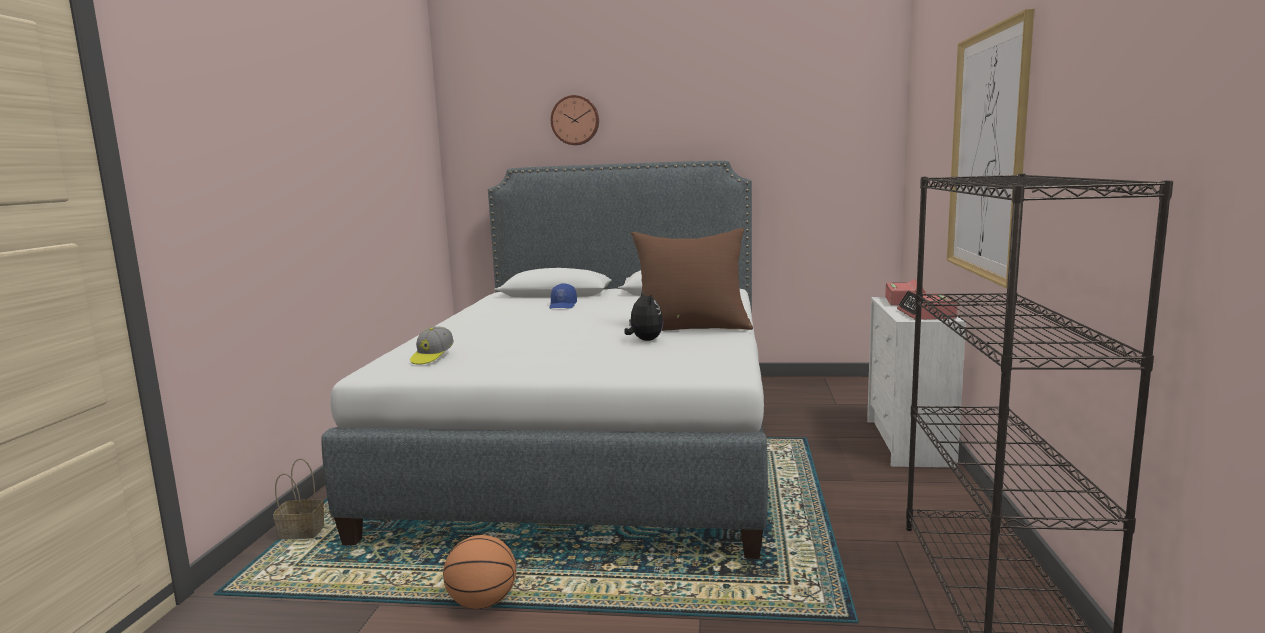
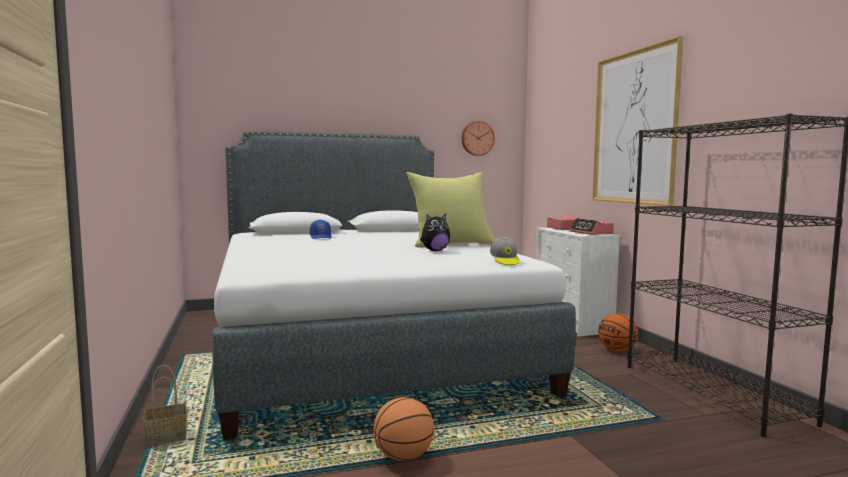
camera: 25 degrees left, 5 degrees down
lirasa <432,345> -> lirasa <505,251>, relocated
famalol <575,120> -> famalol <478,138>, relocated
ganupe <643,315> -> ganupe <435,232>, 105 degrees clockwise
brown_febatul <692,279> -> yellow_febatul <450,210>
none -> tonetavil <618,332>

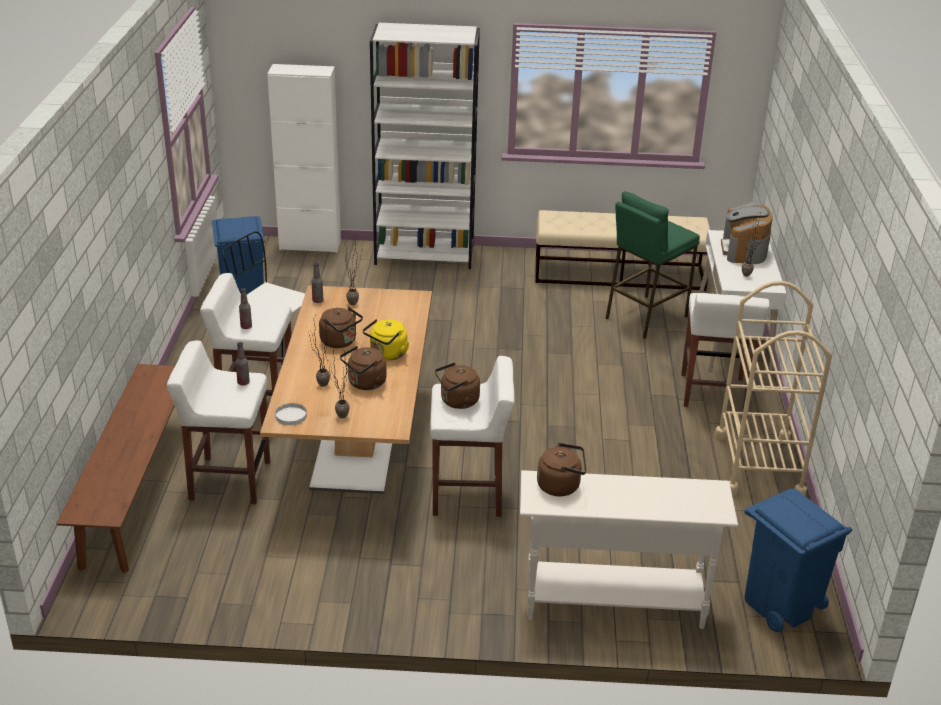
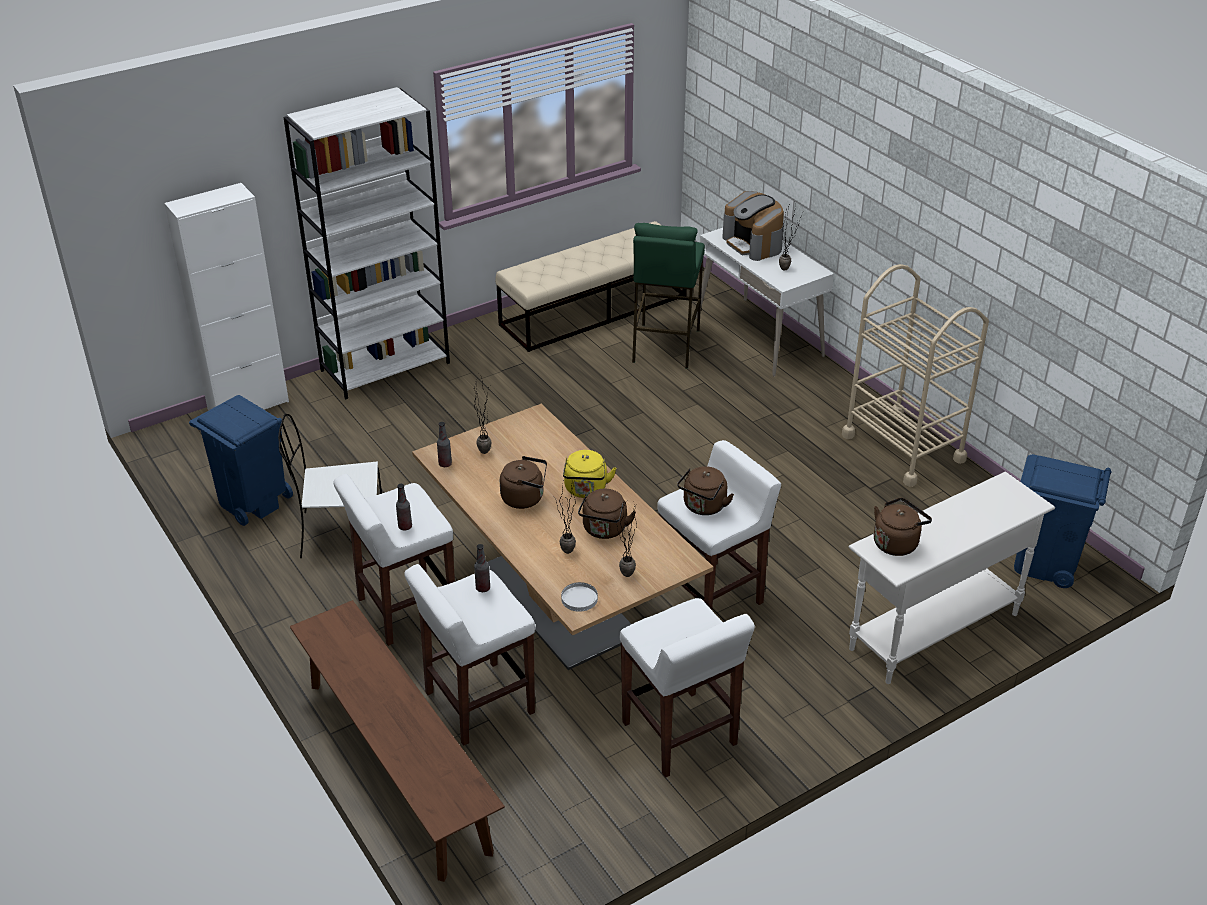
camera: 35 degrees left, 5 degrees up
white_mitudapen <725,351> -> white_mitudapen <687,688>, relocated

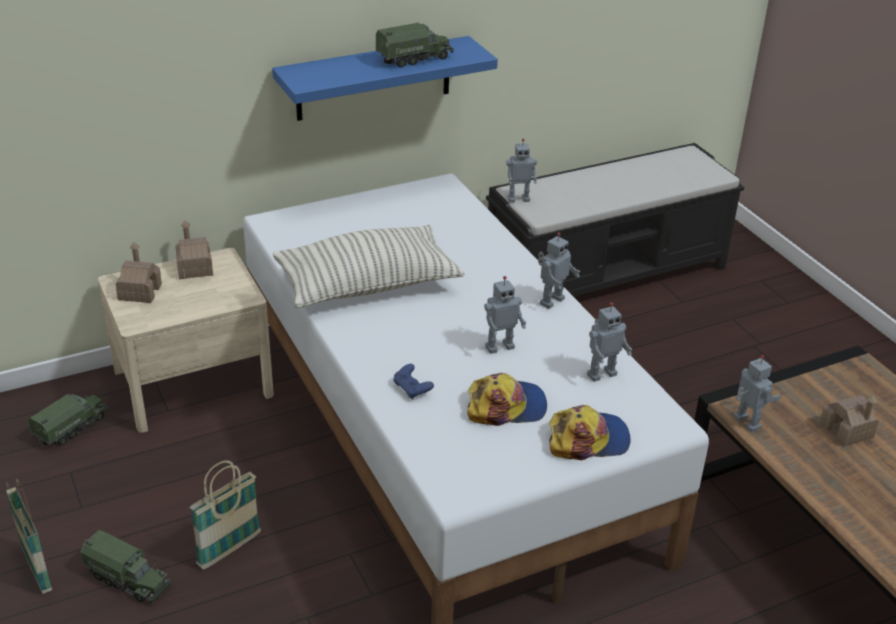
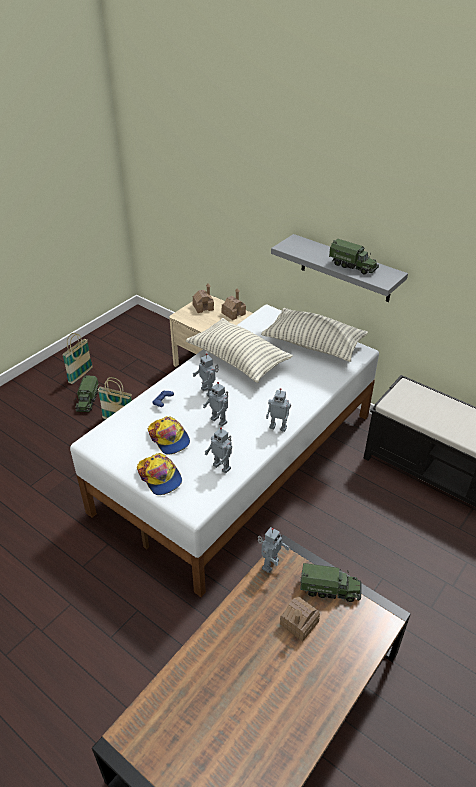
camera: 65 degrees right, 5 degrees up
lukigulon <68,420> -> lukigulon <331,582>, relocated
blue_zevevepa <385,78> -> grey_zevevepa <339,268>
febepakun <521,171> -> febepakun <206,375>, relocated
none -> febatul <314,335>

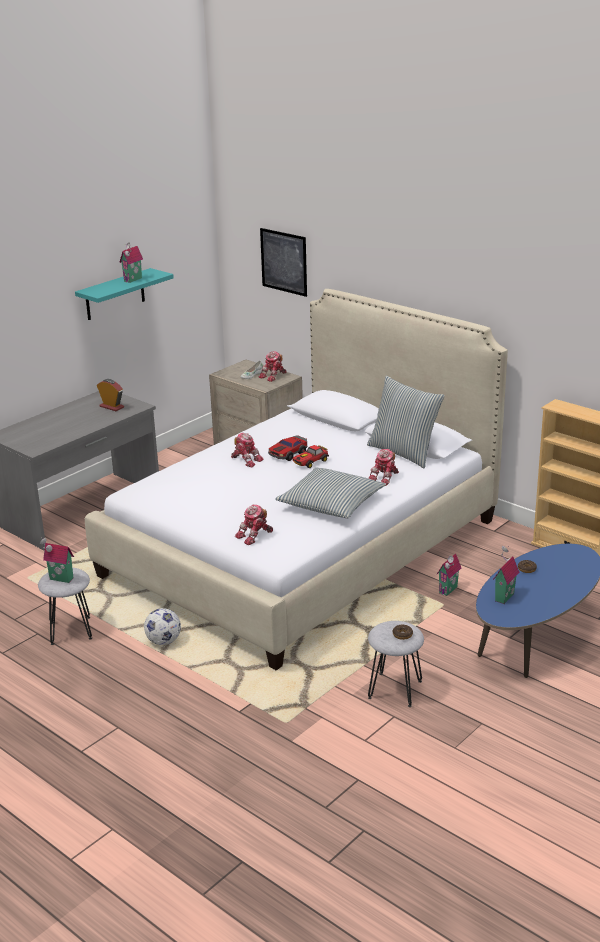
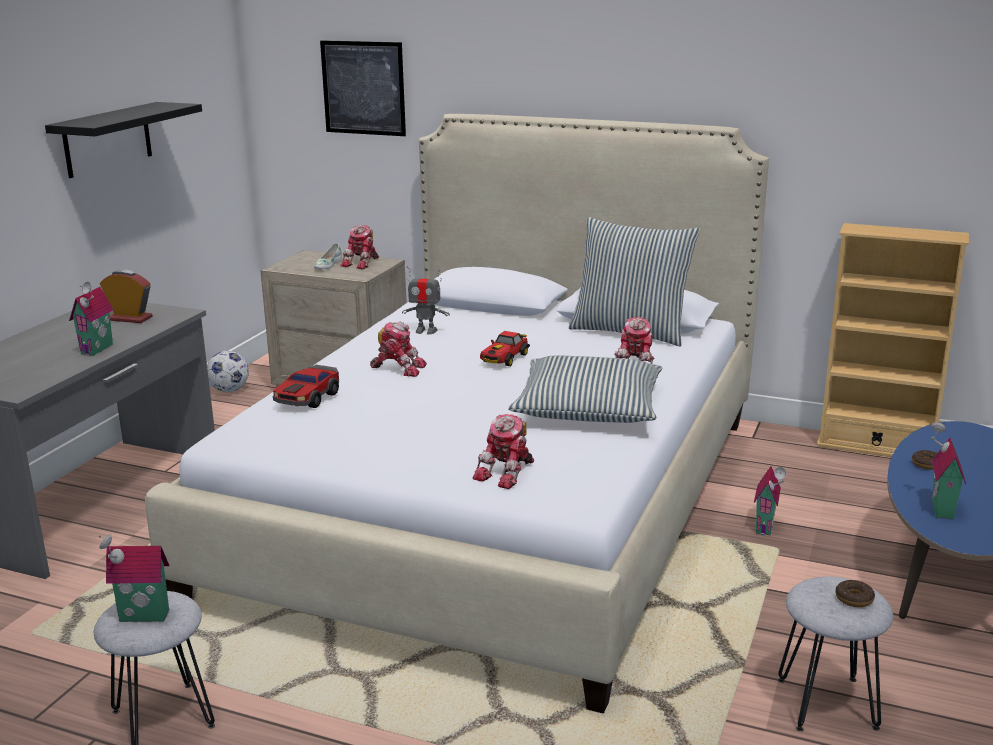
camera: 20 degrees left, 5 degrees down
turquoise_zevevepa <124,294> -> black_zevevepa <123,140>
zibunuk <131,262> -> zibunuk <91,318>, relocated
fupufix <162,626> -> fupufix <228,371>, relocated
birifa <287,448> -> birifa <306,386>, relocated
none -> febepakun <426,300>

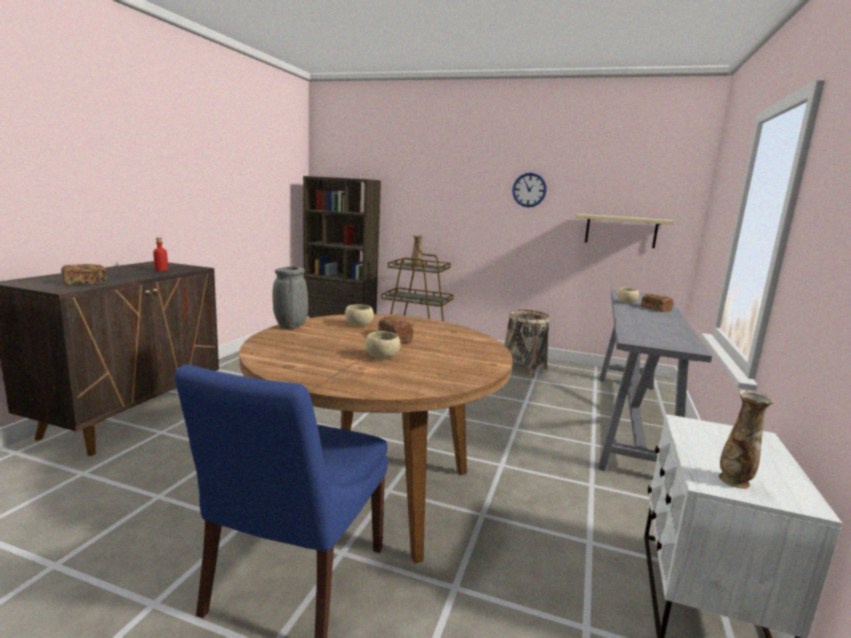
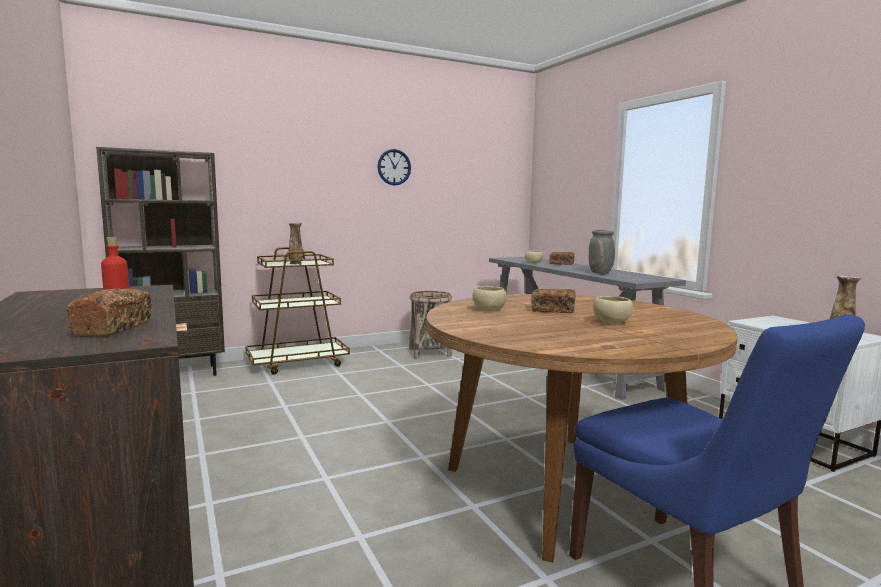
camera: 45 degrees left, 5 degrees down
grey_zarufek <290,297> -> grey_zarufek <602,252>, relocated
beige_zevevepa <625,231> -> none

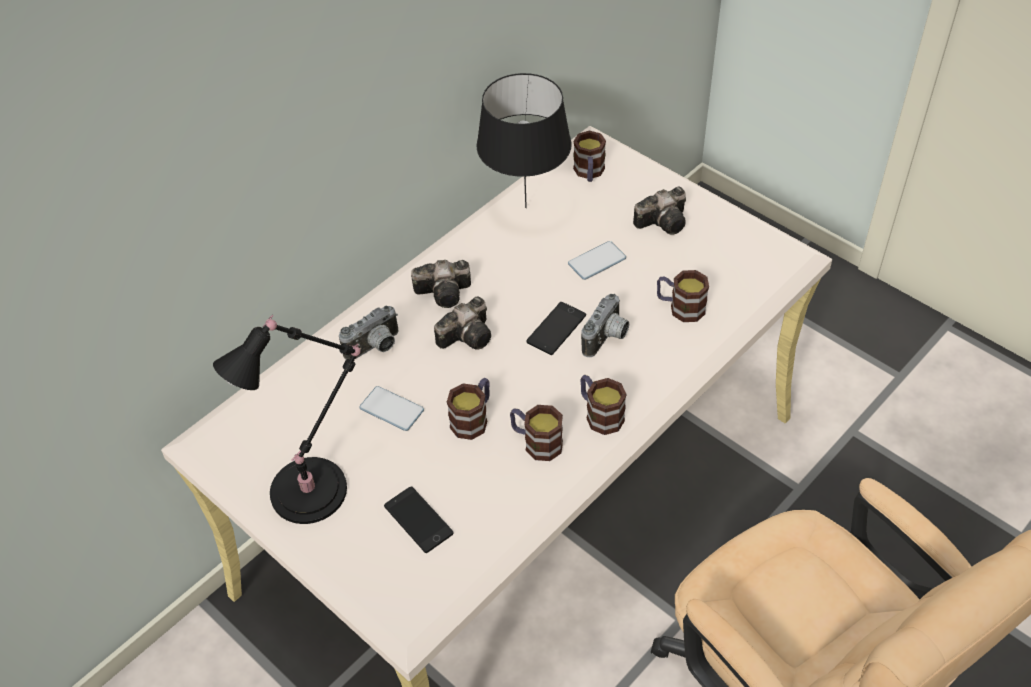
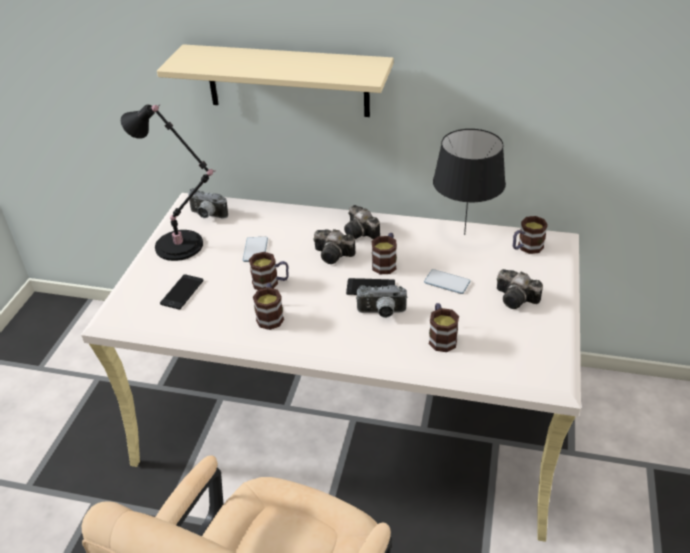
camera: 60 degrees right, 10 degrees down
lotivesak <369,332> -> lotivesak <208,203>, relocated
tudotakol <603,405> -> tudotakol <384,253>, relocated
none -> beige_zevevepa <275,80>

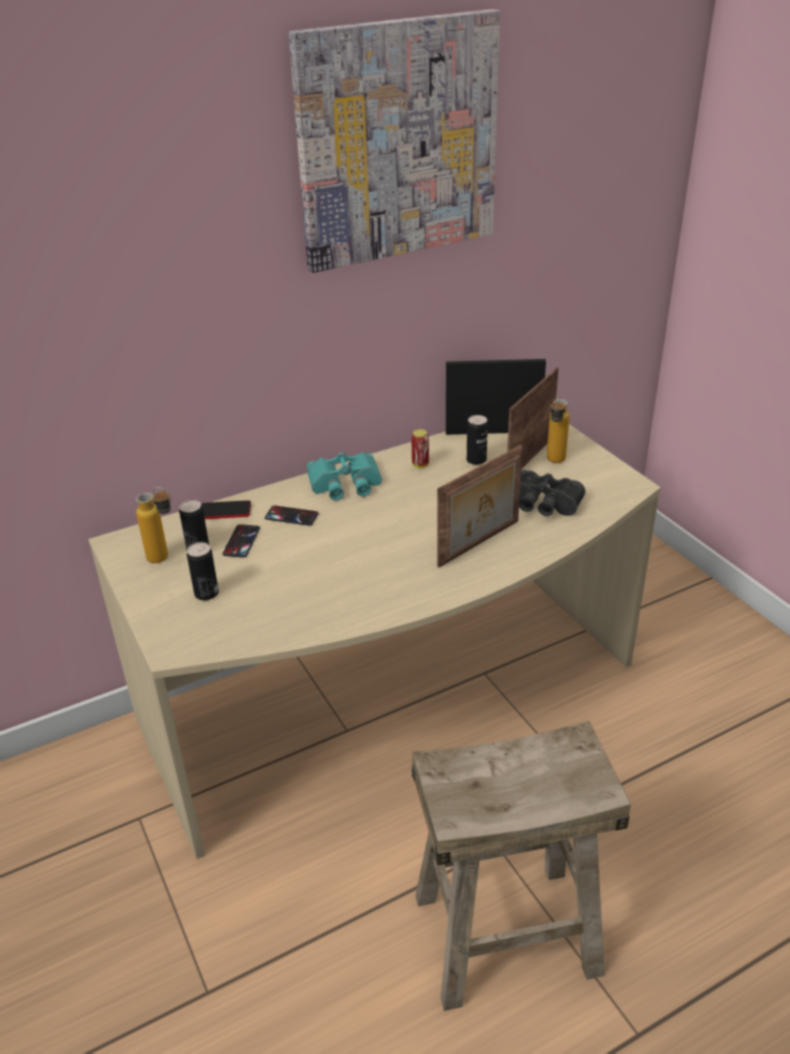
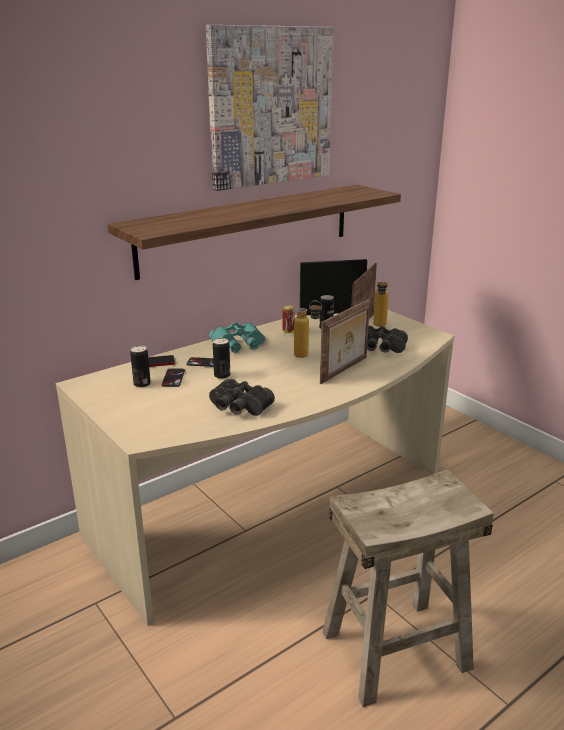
camera: 10 degrees left, 10 degrees down
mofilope <153,525> -> mofilope <308,329>, relocated
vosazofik <203,571> -> vosazofik <221,358>, relocated
none -> zevevepa <254,232>
none -> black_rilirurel <242,397>

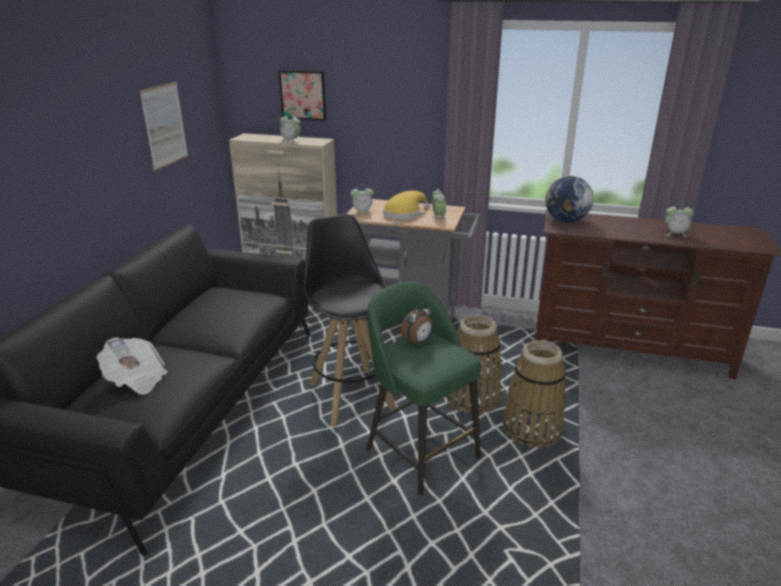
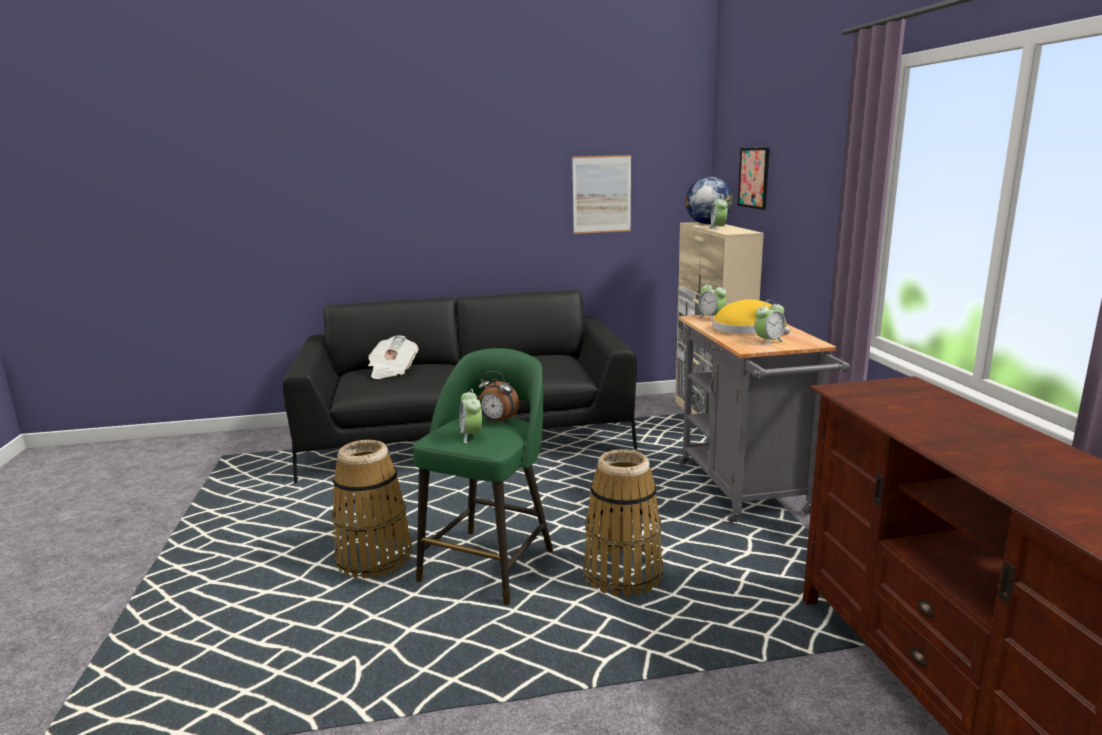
camera: 65 degrees right, 10 degrees down
black_mitudapen <350,320> -> none
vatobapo <534,394> -> vatobapo <372,509>, relocated
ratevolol <569,199> -> ratevolol <709,200>, relocated
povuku <679,220> -> povuku <471,416>, relocated

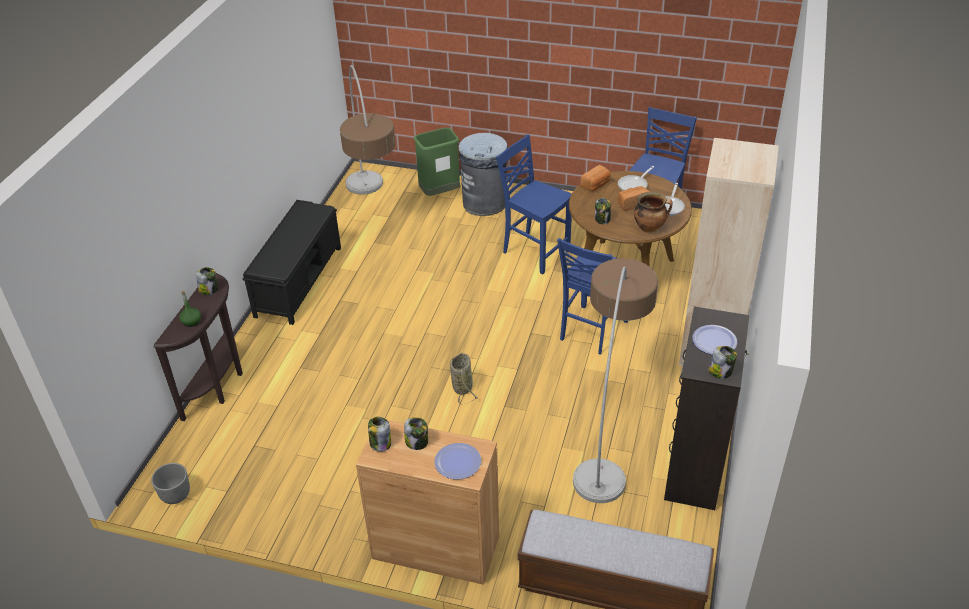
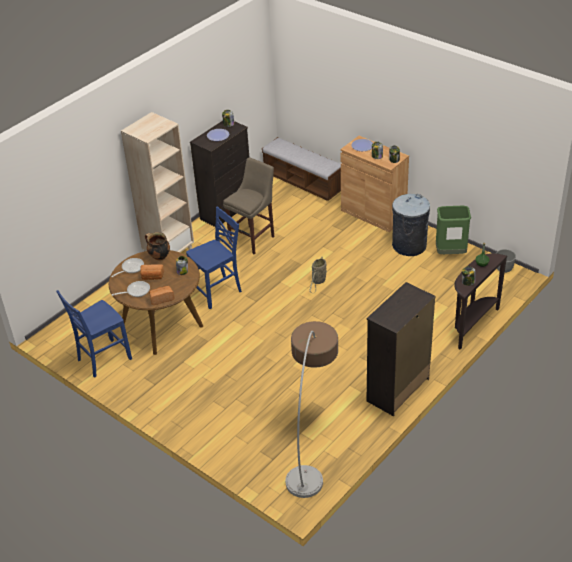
camera: 155 degrees left, 0 degrees up
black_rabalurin <292,262> -> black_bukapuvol <401,349>
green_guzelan <437,162> -> green_guzelan <453,230>, relocated
grey_guzelan <483,174> -> grey_guzelan <411,225>, relocated
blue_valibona <534,204> -> none
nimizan <615,380> -> beige_mitudapen <248,205>

